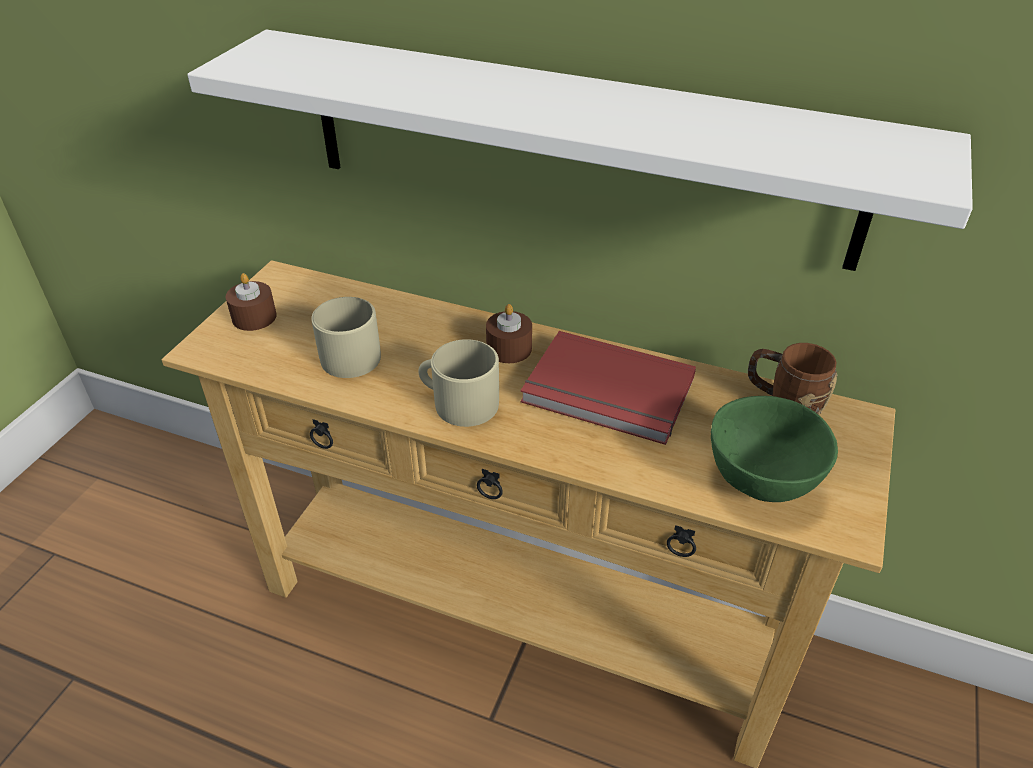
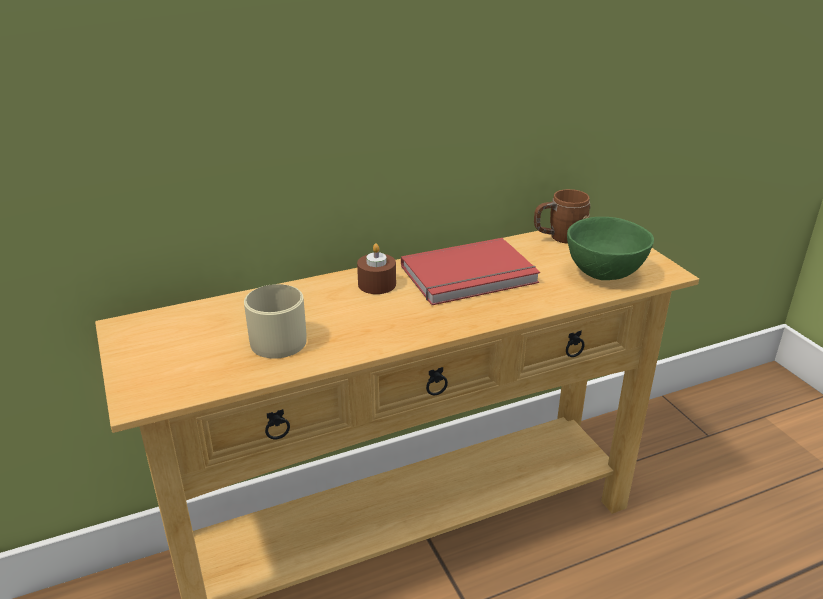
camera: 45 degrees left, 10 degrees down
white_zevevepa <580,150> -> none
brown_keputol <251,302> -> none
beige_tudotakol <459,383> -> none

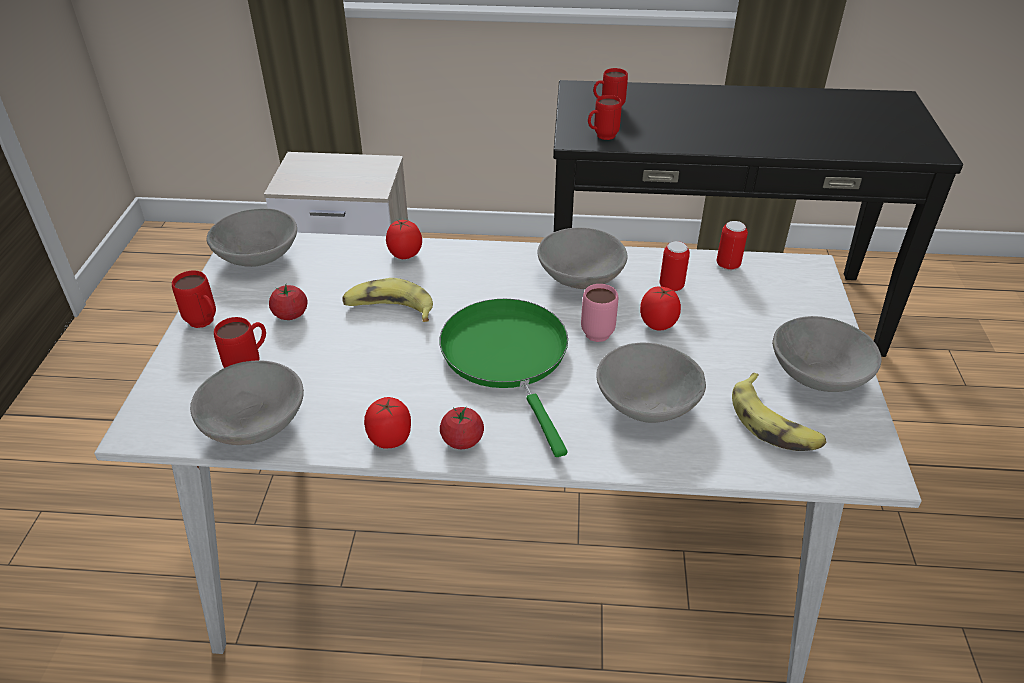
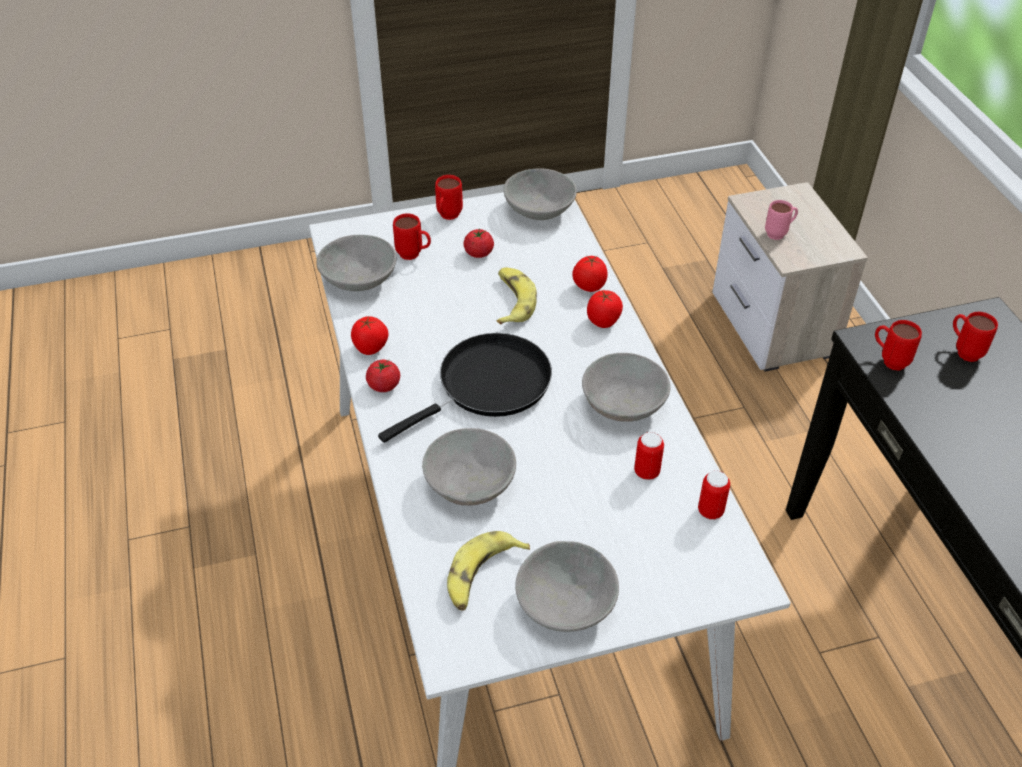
camera: 70 degrees right, 5 degrees up
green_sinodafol <504,378> -> black_sinodafol <465,388>
pink_tudotakol <599,313> -> pink_tudotakol <781,220>, relocated
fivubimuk <660,308> -> fivubimuk <605,309>, relocated

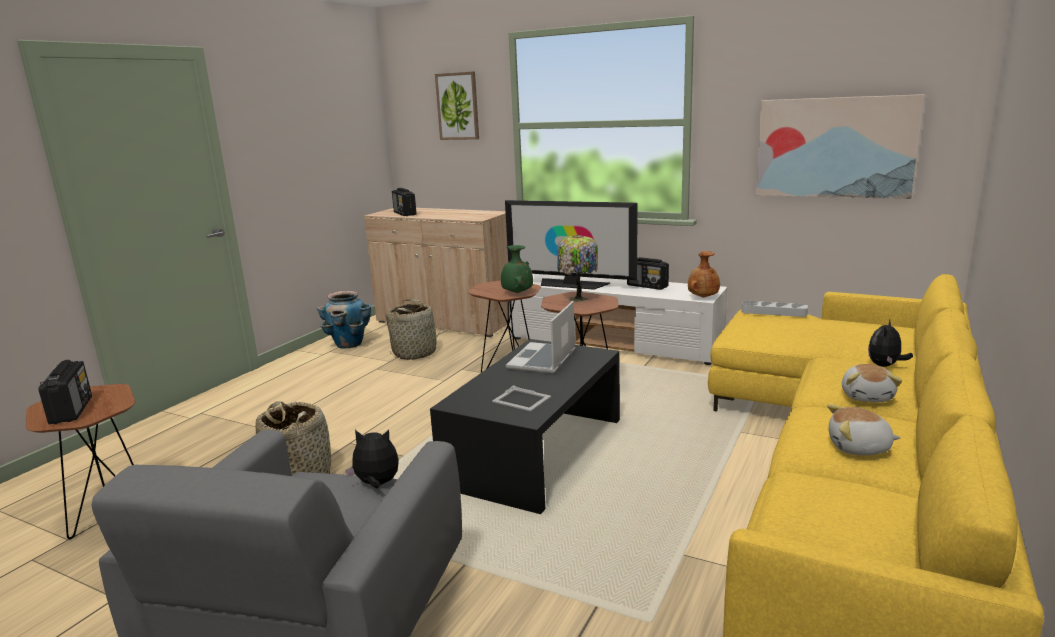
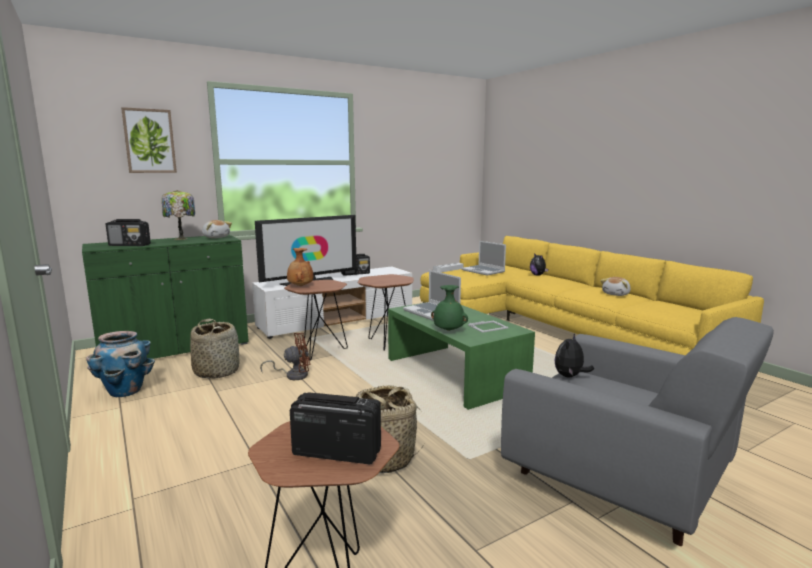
camera: 60 degrees left, 5 degrees down
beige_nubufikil <437,272> -> green_nubufikil <165,297>
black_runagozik <525,426> -> green_runagozik <461,356>
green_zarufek <517,269> -> green_zarufek <449,308>, relocated
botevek <577,268> -> botevek <178,215>, relocated
brown_zarufek <704,274> -> brown_zarufek <300,267>, relocated
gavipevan <840,146> -> none
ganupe <872,383> -> ganupe <217,229>, relocated
none -> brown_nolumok <285,356>
none -> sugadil <484,258>

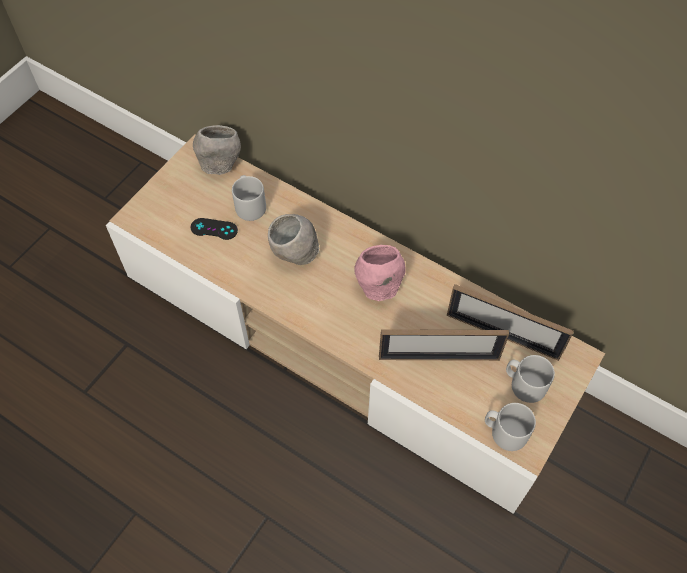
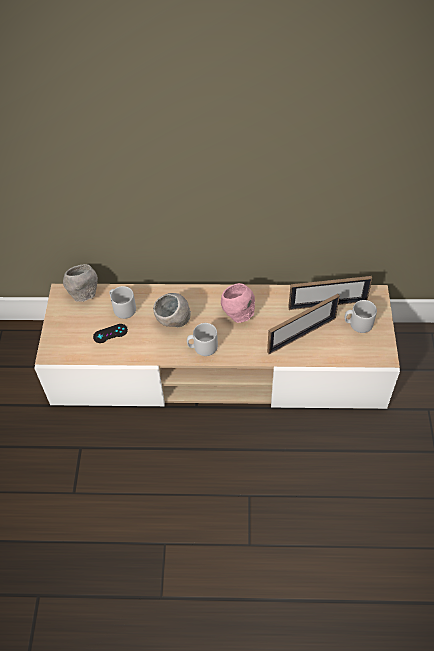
camera: 30 degrees left, 5 degrees down
grey_tudotakol <510,427> -> grey_tudotakol <202,339>, relocated

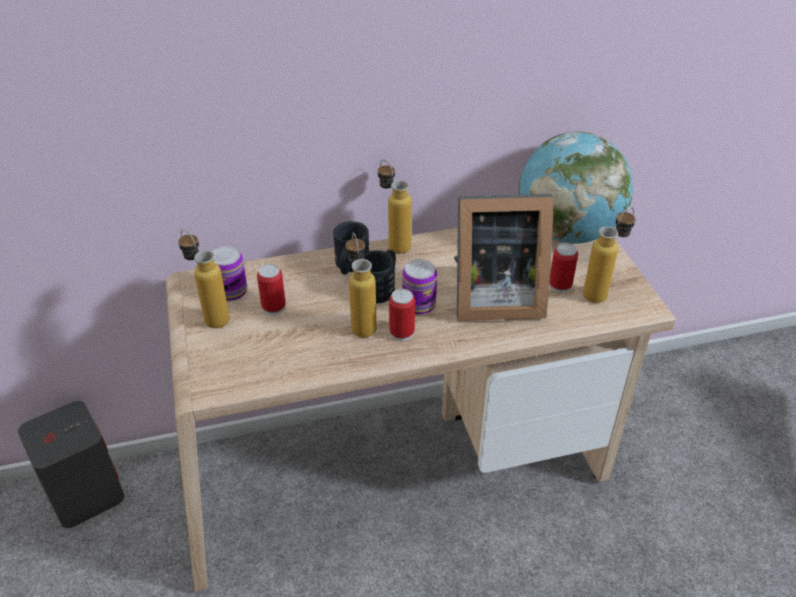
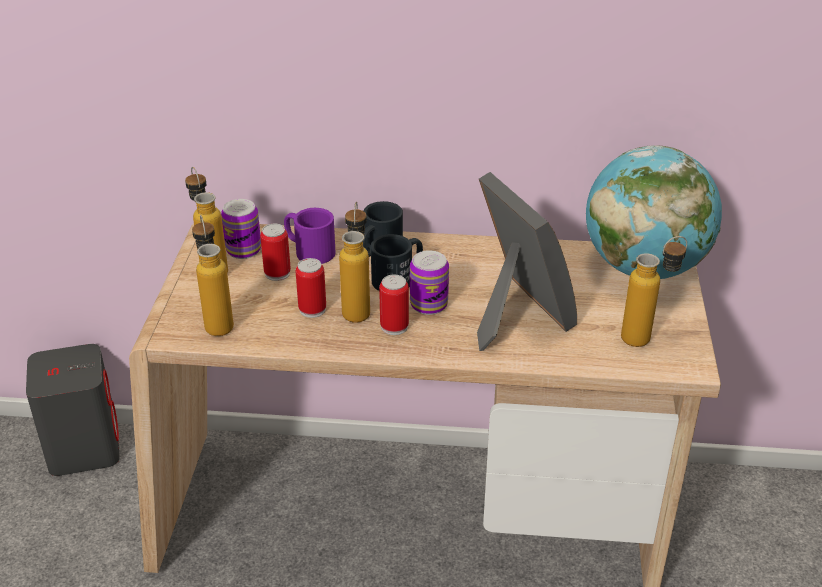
camera: 20 degrees right, 5 degrees down
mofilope <395,207> -> mofilope <213,275>, relocated
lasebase <503,257> -> lasebase <527,261>, 135 degrees counterclockwise
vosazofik <563,268> -> vosazofik <311,288>, relocated
none -> purple_tudotakol <309,236>

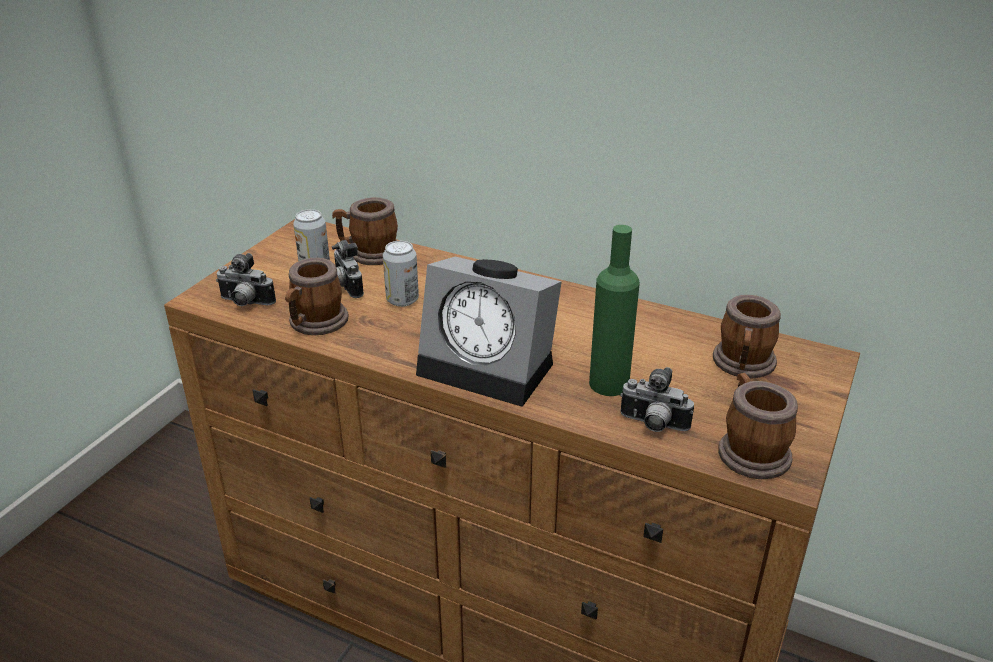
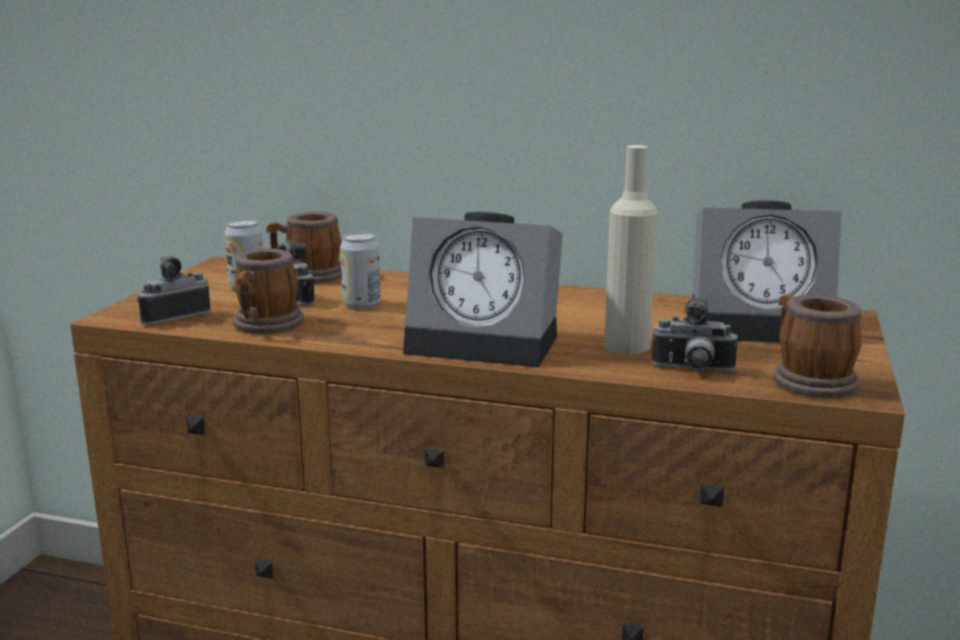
camera: 10 degrees left, 15 degrees down
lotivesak <246,279> -> lotivesak <173,290>, 135 degrees clockwise
green_mofilope <614,310> -> beige_mofilope <631,249>
tudotakol <747,336> -> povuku <767,272>

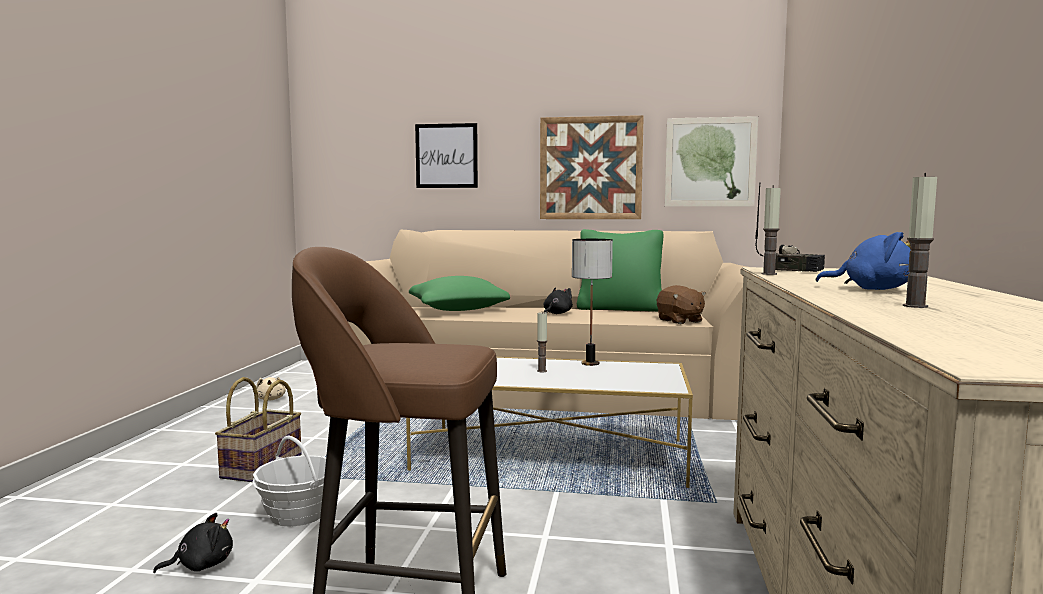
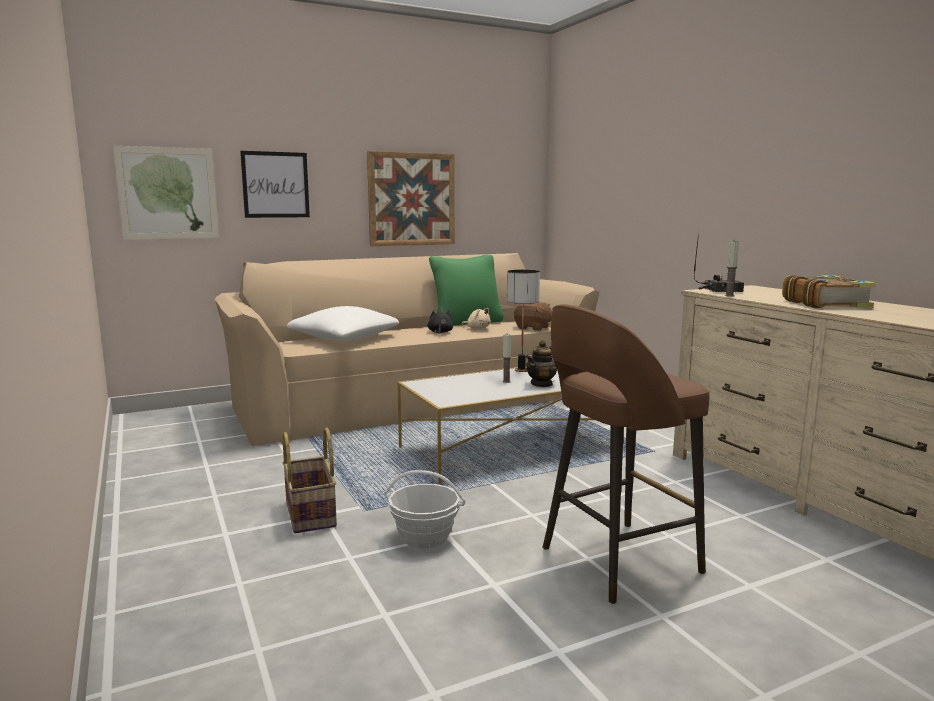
camera: 35 degrees left, 5 degrees up
black_ganupe <193,543> -> none
beige_ganupe <271,389> -> beige_ganupe <476,318>, relocated
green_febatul <459,293> -> white_febatul <343,323>
gavipevan <711,161> -> gavipevan <166,193>, relocated
blue_ganupe <863,261> -> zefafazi <829,291>
keputol <920,240> -> none
none -> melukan <541,363>

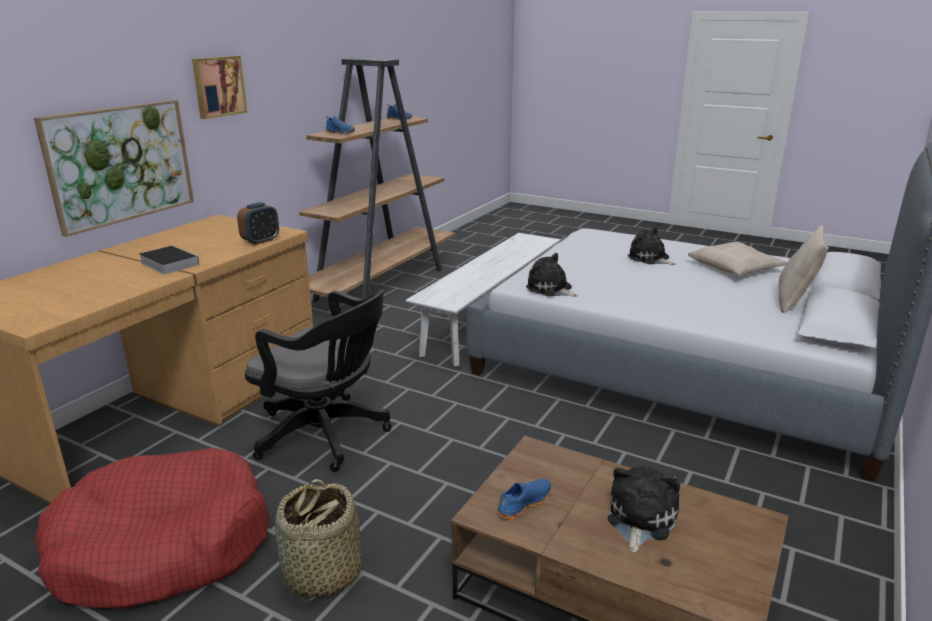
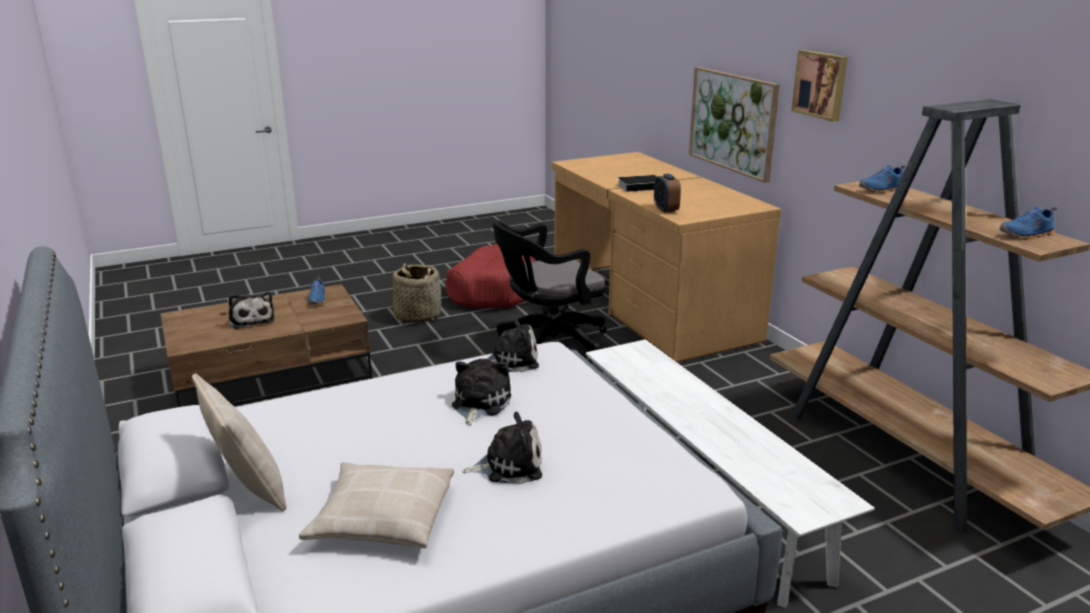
camera: 125 degrees right, 0 degrees up
none -> ganupe <482,392>

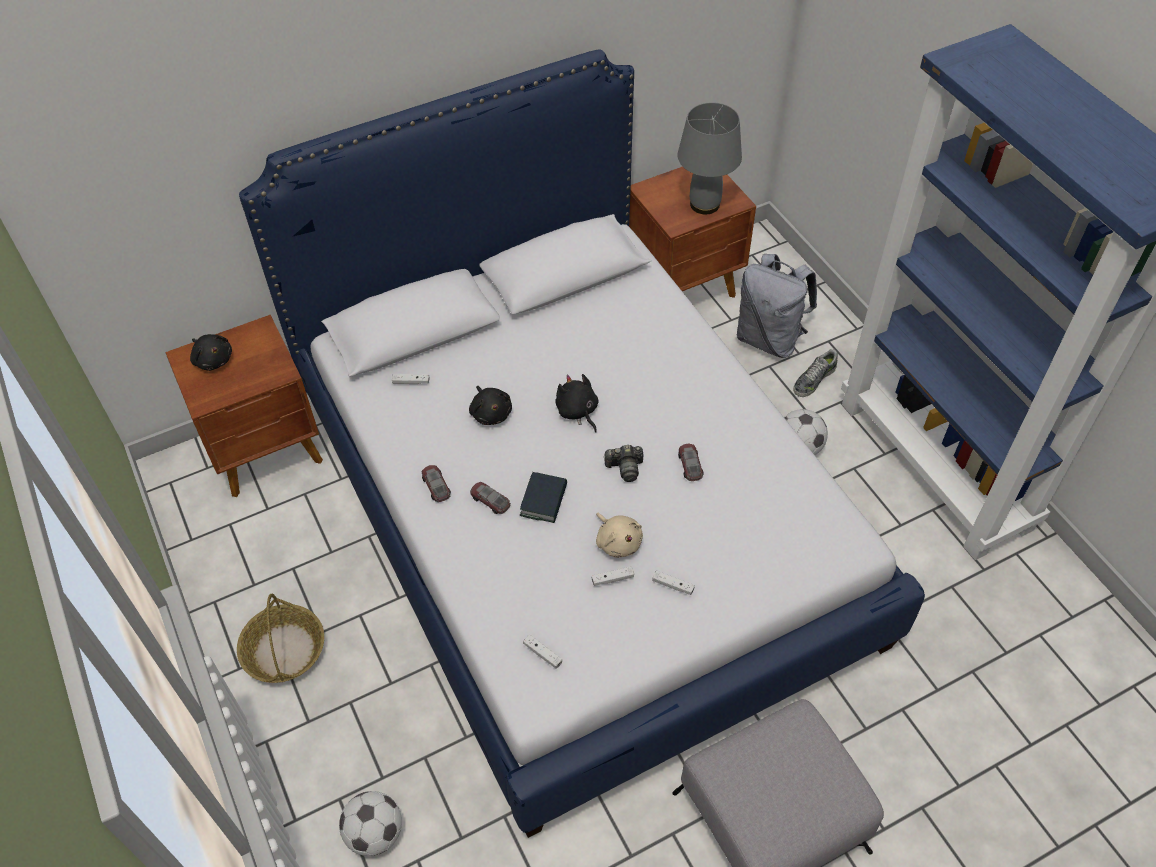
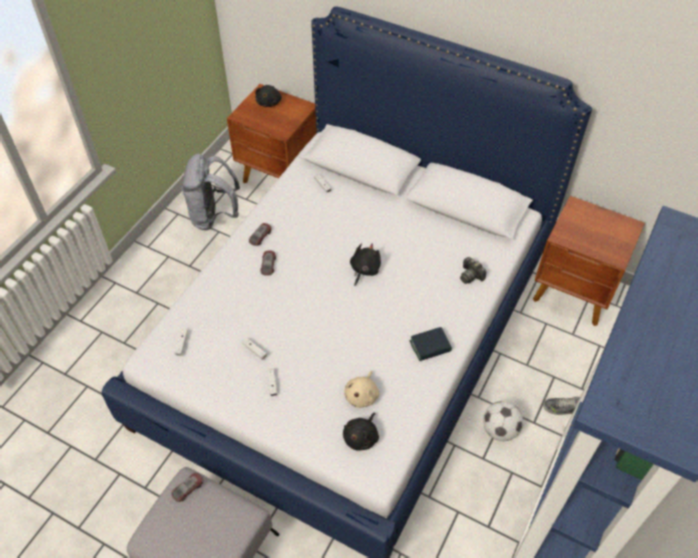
camera: 55 degrees right, 0 degrees up
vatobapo <280,638> -> none
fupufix <370,823> -> none
black_ganupe <490,405> -> black_ganupe <361,431>, relocated
zefafazi <543,497> -> zefafazi <431,344>, relocated
beige_ganupe <619,535> -> beige_ganupe <361,389>, relocated
lotivesak <623,463> -> lotivesak <473,270>, relocated
grey_botevek <710,158> -> none
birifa <691,462> -> birifa <187,487>, relocated
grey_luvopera <777,306> -> grey_luvopera <210,192>, relocated

